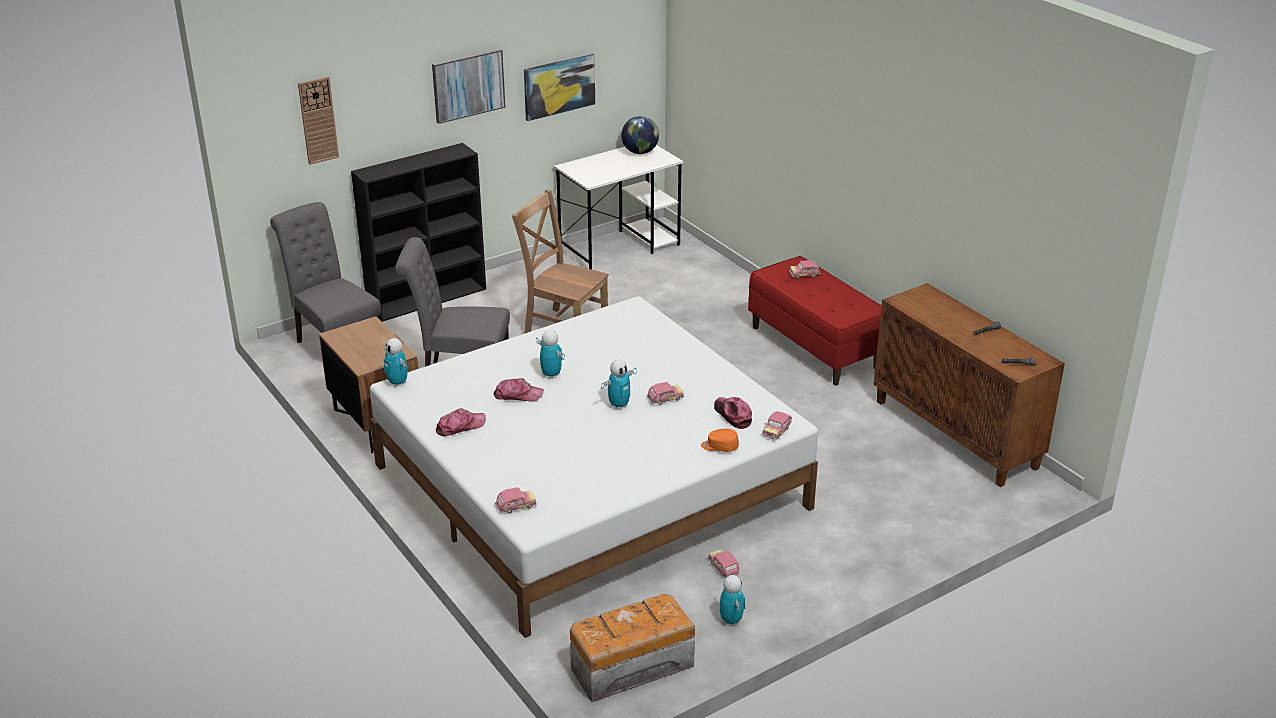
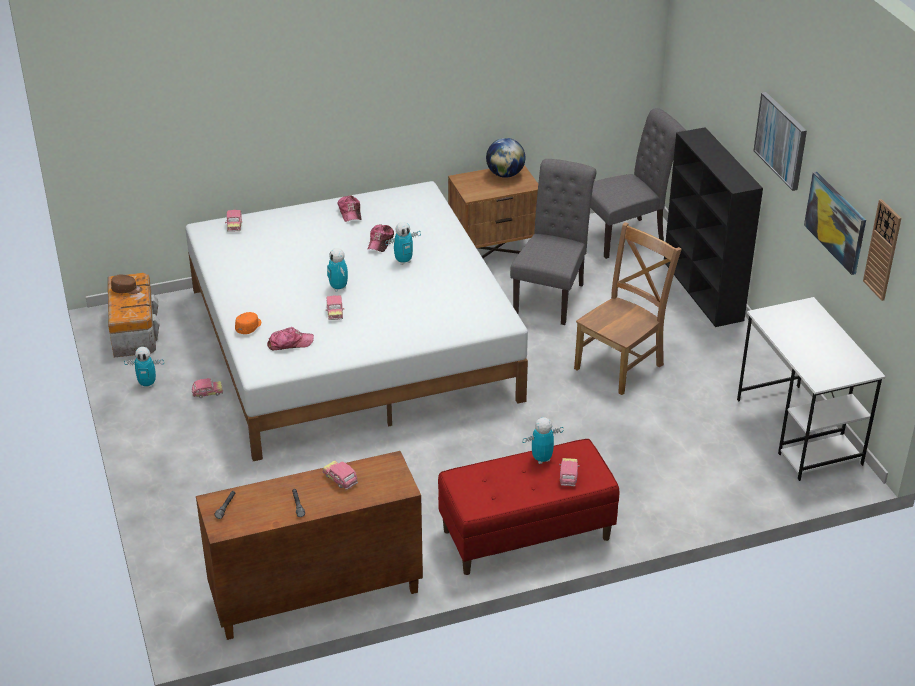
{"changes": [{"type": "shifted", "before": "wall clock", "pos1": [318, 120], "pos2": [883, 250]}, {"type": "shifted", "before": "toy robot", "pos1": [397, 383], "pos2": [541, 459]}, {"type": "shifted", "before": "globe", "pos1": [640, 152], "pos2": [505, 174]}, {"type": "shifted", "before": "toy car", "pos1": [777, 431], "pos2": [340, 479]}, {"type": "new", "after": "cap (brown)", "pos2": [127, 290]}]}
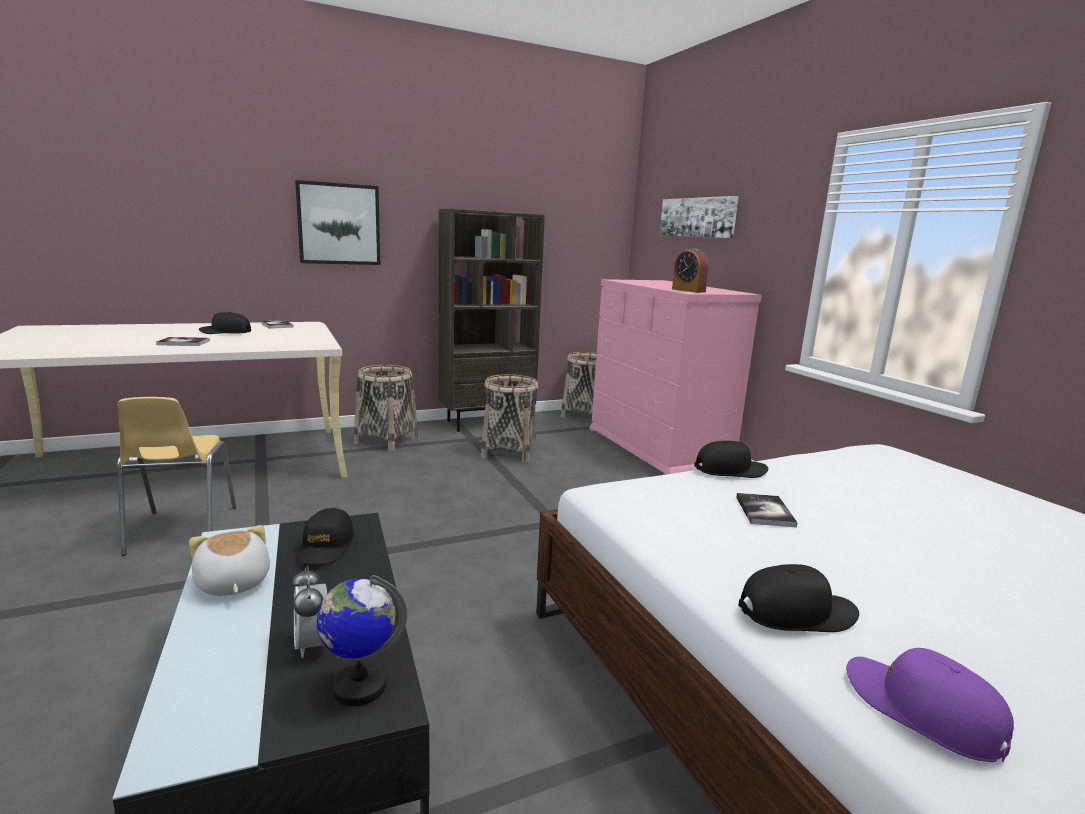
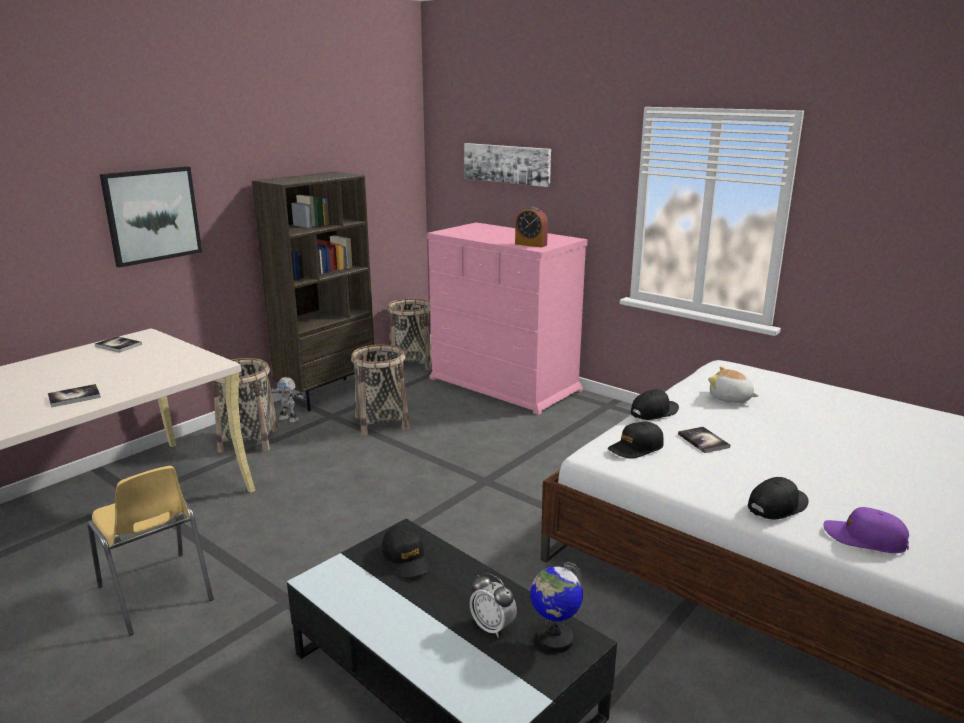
{"changes": [{"type": "shifted", "before": "plush toy", "pos1": [232, 583], "pos2": [730, 398]}, {"type": "shifted", "before": "cap (black)", "pos1": [225, 332], "pos2": [636, 448]}, {"type": "new", "after": "toy robot", "pos2": [289, 419]}]}
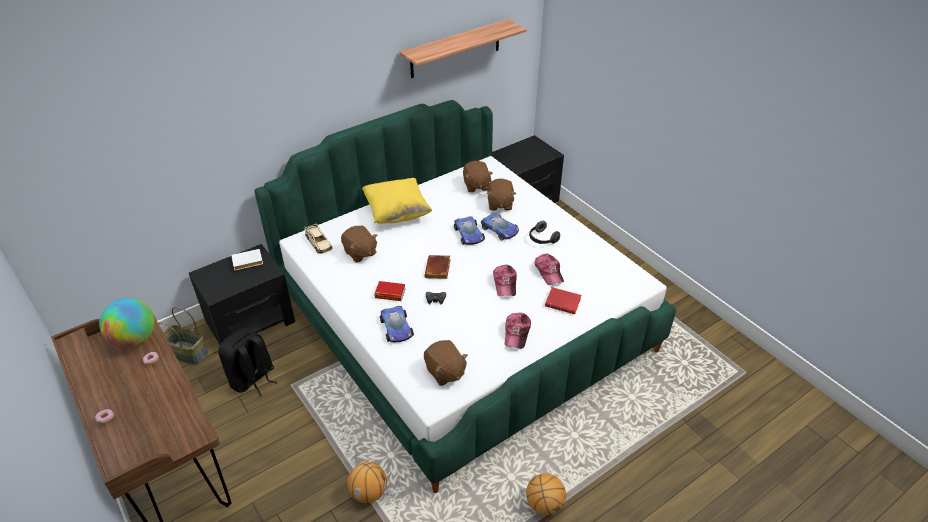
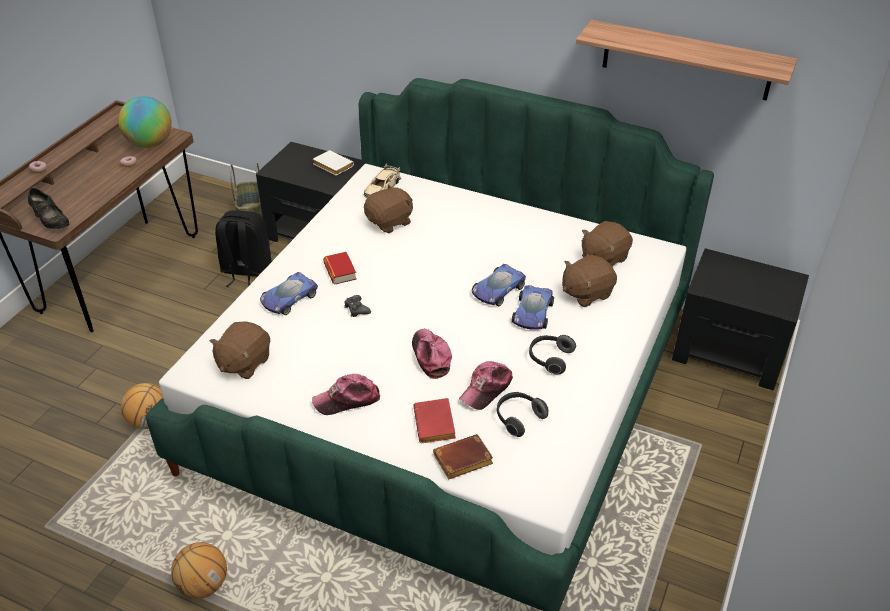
{"changes": [{"type": "rotated", "before": "plush toy (brown)", "pos1": [360, 253], "pos2": [390, 222], "turn": -150}, {"type": "gone", "before": "pillow (yellow)", "pos1": [397, 213]}, {"type": "shifted", "before": "book (brown)", "pos1": [438, 270], "pos2": [462, 461]}, {"type": "rotated", "before": "cap", "pos1": [505, 283], "pos2": [430, 356], "turn": 105}, {"type": "new", "after": "shoe (black)", "pos2": [51, 222]}, {"type": "new", "after": "headphones", "pos2": [518, 418]}]}
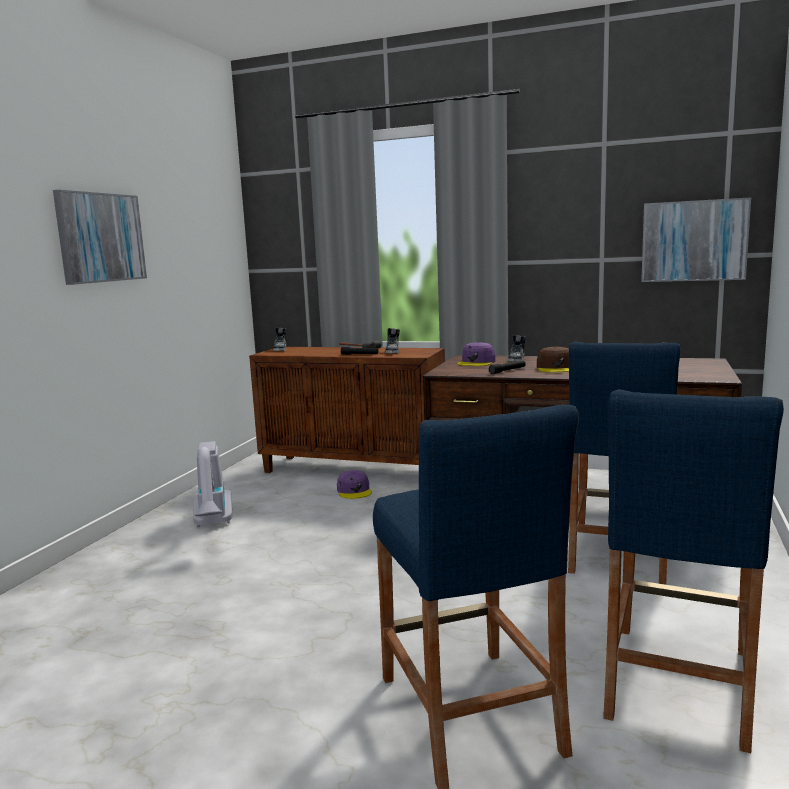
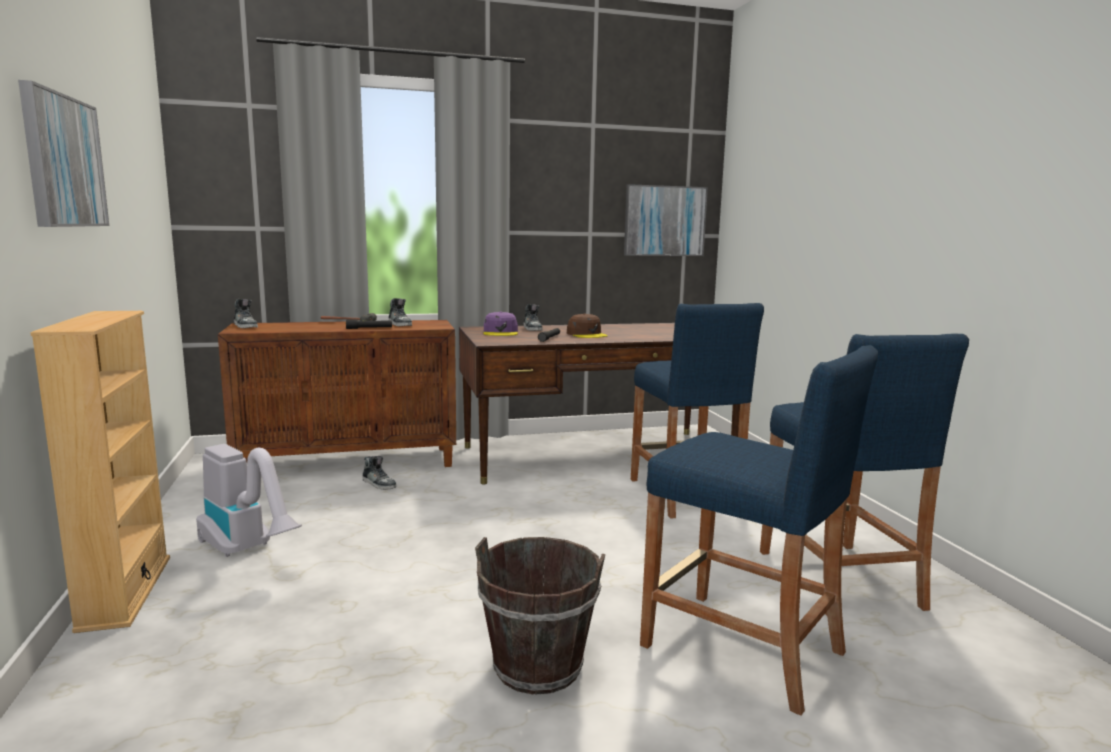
{"changes": [{"type": "swapped", "before": "cap (purple)", "after": "shoe", "pos1": [354, 491], "pos2": [379, 484]}, {"type": "new", "after": "bookcase (beige)", "pos2": [125, 592]}, {"type": "new", "after": "bucket (brown)", "pos2": [537, 667]}]}
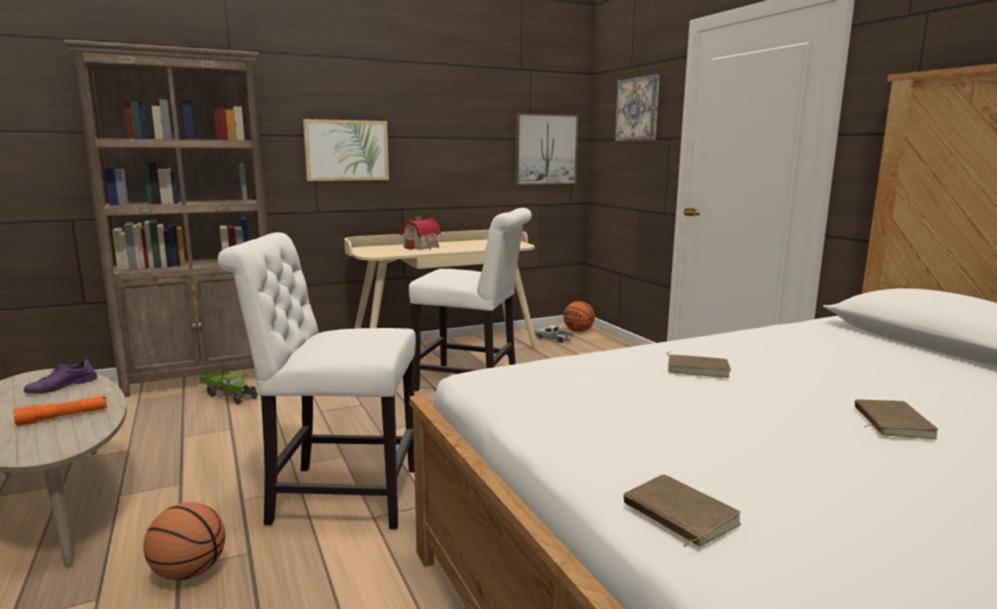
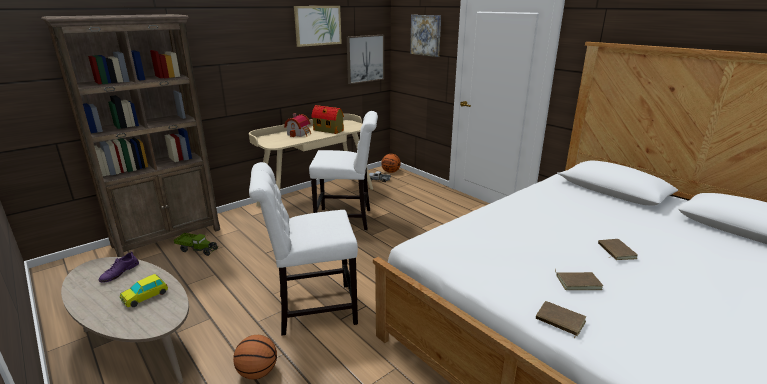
{"changes": [{"type": "swapped", "before": "flashlight (orange)", "after": "toy car", "pos1": [63, 417], "pos2": [145, 296]}, {"type": "shifted", "before": "picture", "pos1": [346, 150], "pos2": [318, 25]}, {"type": "shifted", "before": "book (brown)", "pos1": [698, 369], "pos2": [578, 282]}, {"type": "new", "after": "toy house", "pos2": [329, 130]}]}
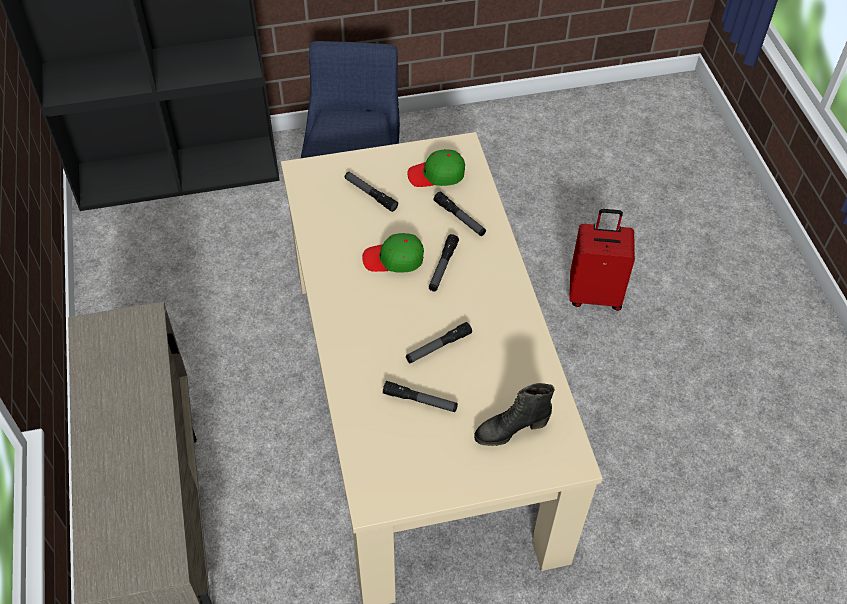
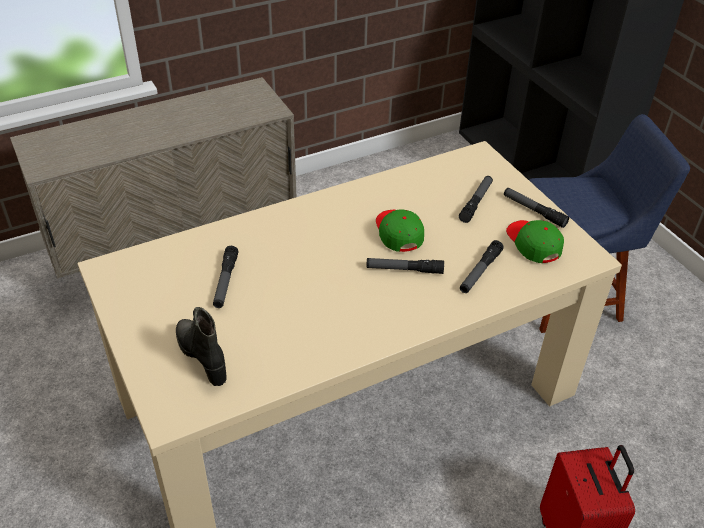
{"changes": [{"type": "shifted", "before": "flashlight", "pos1": [438, 347], "pos2": [534, 211]}]}
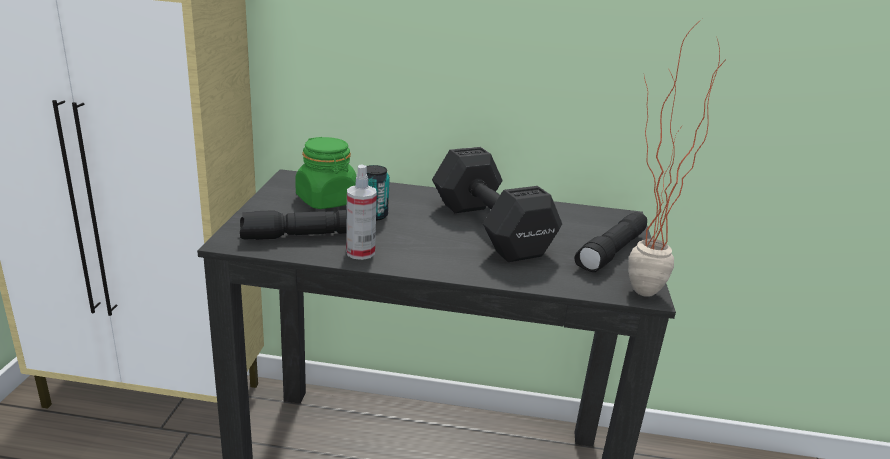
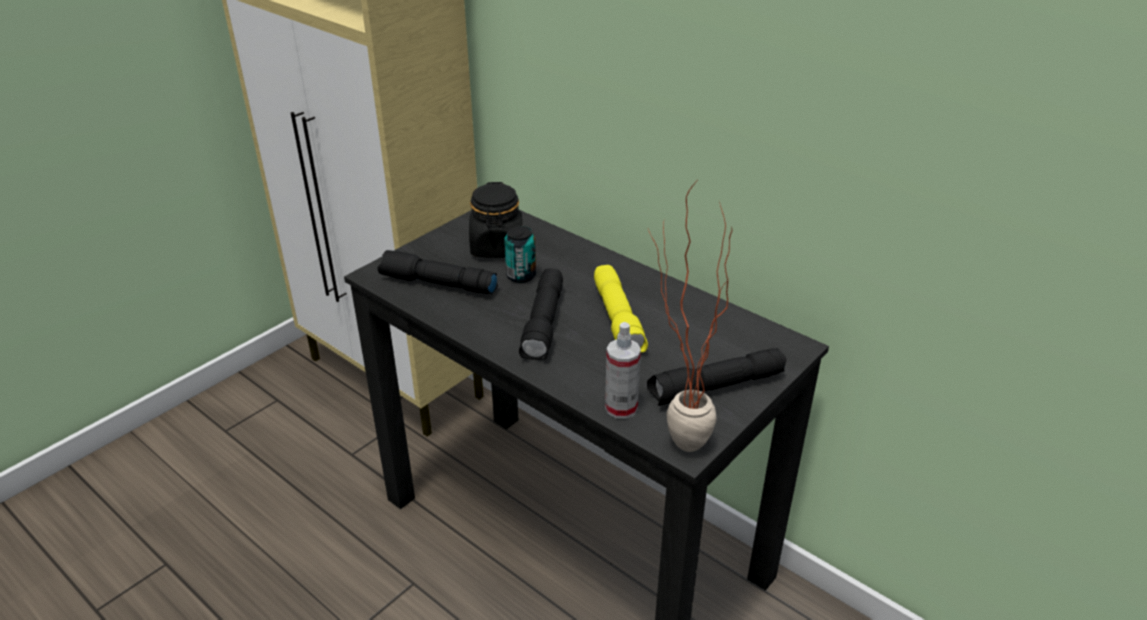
{"changes": [{"type": "repainted", "before": "jar (green)", "after": "jar (black)", "pos1": [327, 200], "pos2": [497, 247]}, {"type": "shifted", "before": "spray bottle", "pos1": [360, 252], "pos2": [621, 408]}, {"type": "swapped", "before": "dumbbell (black)", "after": "flashlight (yellow)", "pos1": [489, 227], "pos2": [619, 320]}, {"type": "new", "after": "flashlight (black)", "pos2": [544, 324]}]}
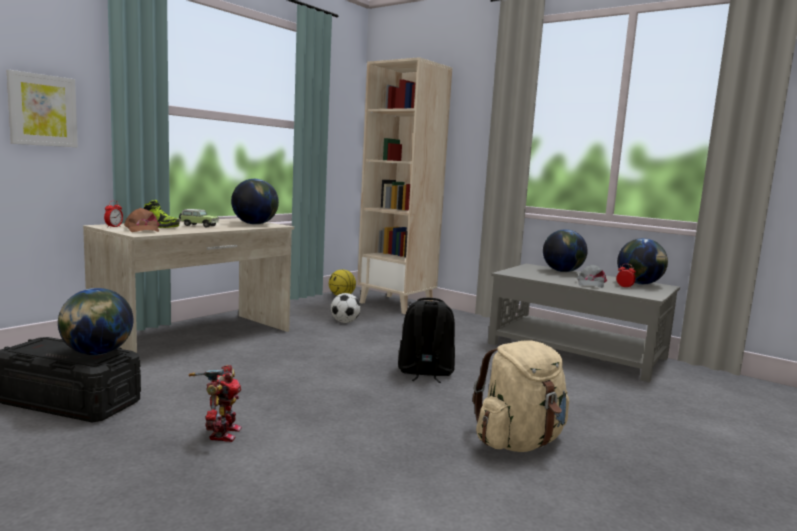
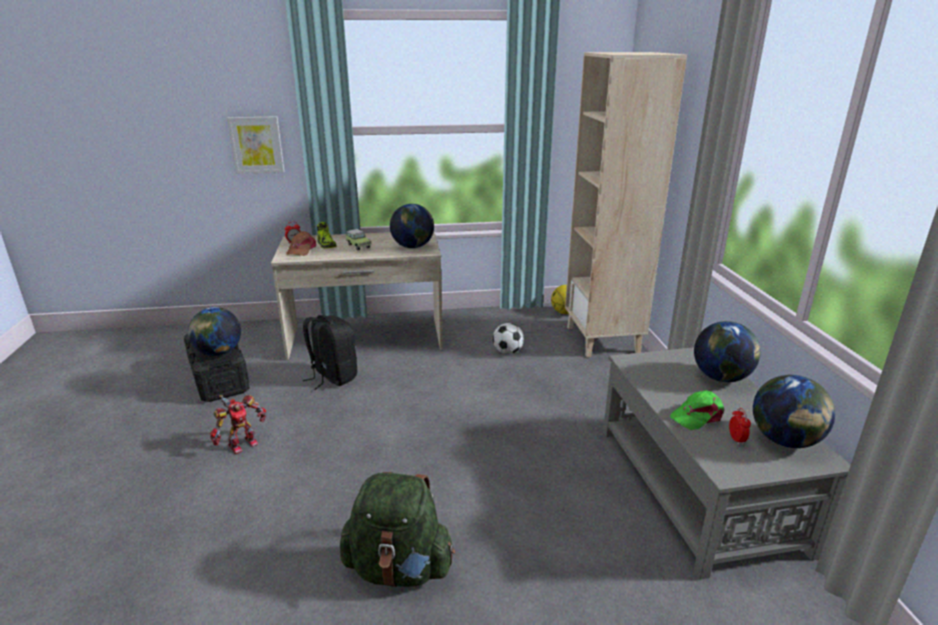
{"changes": [{"type": "shifted", "before": "backpack (black)", "pos1": [425, 373], "pos2": [332, 377]}, {"type": "repainted", "before": "backpack (beige)", "after": "backpack (green)", "pos1": [519, 442], "pos2": [399, 568]}, {"type": "repainted", "before": "cap (grey)", "after": "cap (green)", "pos1": [590, 283], "pos2": [697, 416]}]}
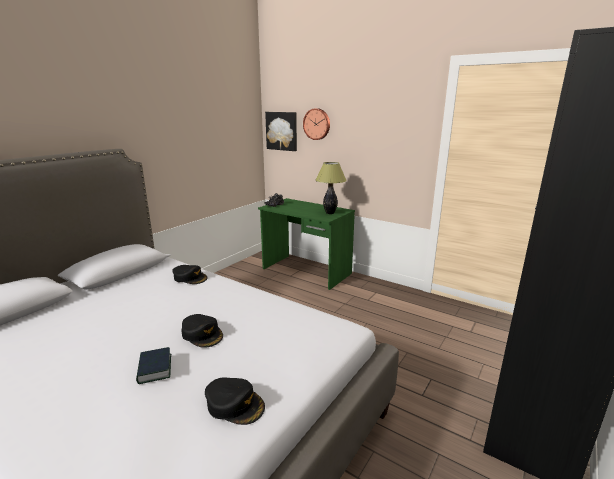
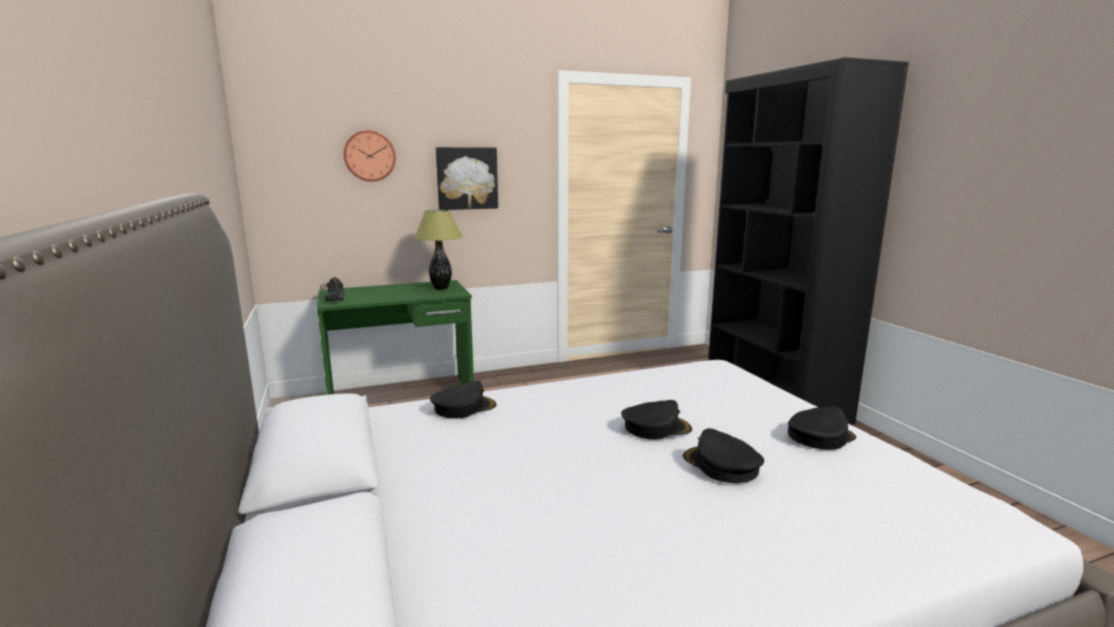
{"changes": [{"type": "swapped", "before": "book", "after": "cap (black)", "pos1": [155, 369], "pos2": [721, 465]}, {"type": "shifted", "before": "picture", "pos1": [282, 131], "pos2": [467, 178]}]}
